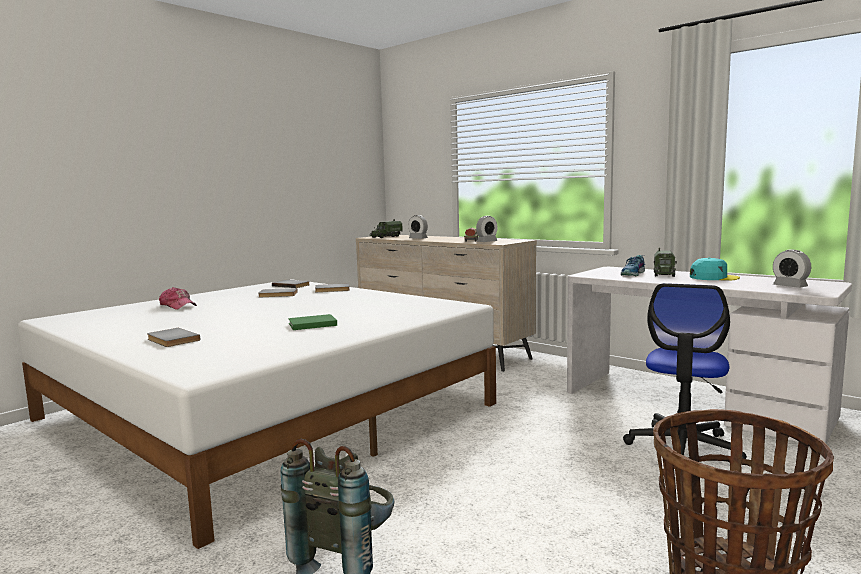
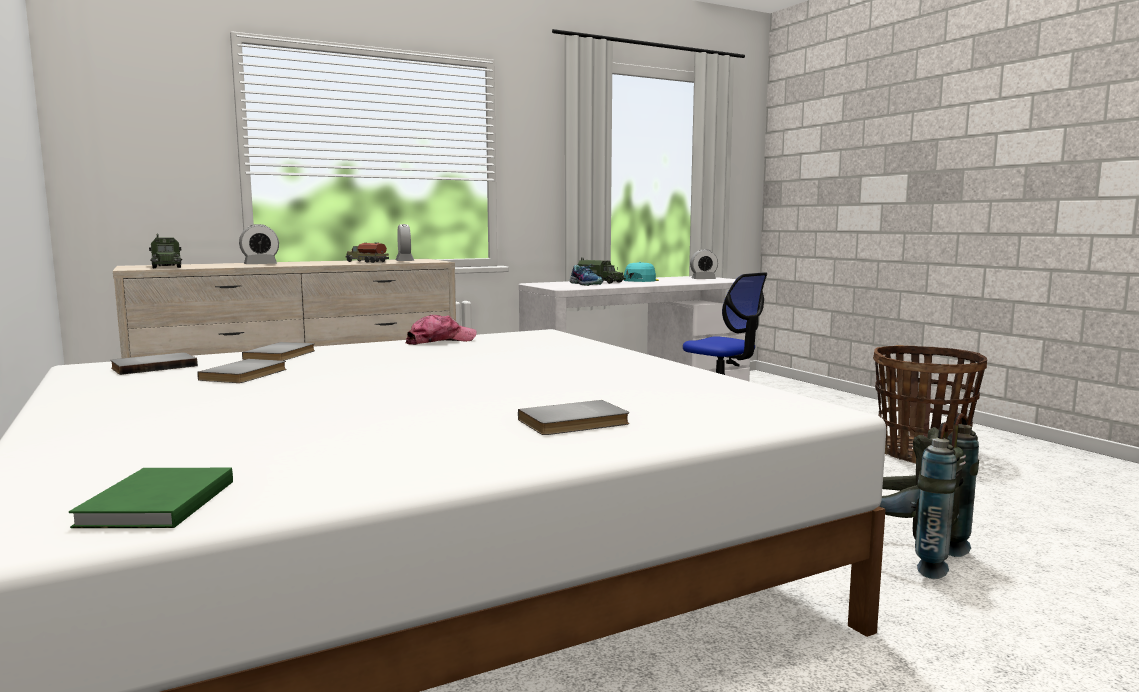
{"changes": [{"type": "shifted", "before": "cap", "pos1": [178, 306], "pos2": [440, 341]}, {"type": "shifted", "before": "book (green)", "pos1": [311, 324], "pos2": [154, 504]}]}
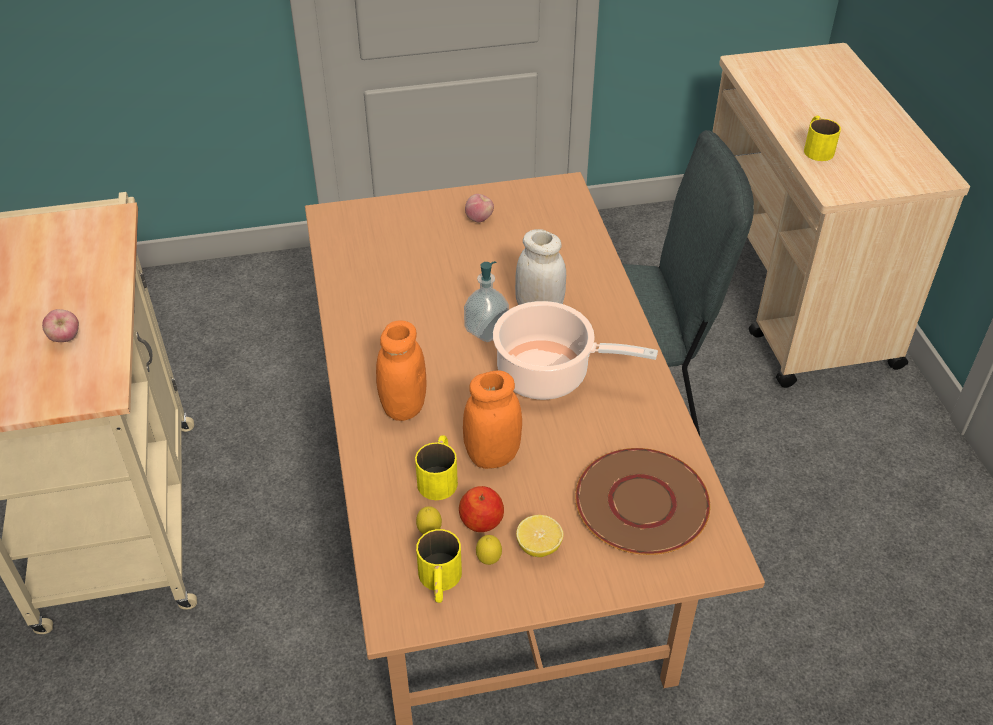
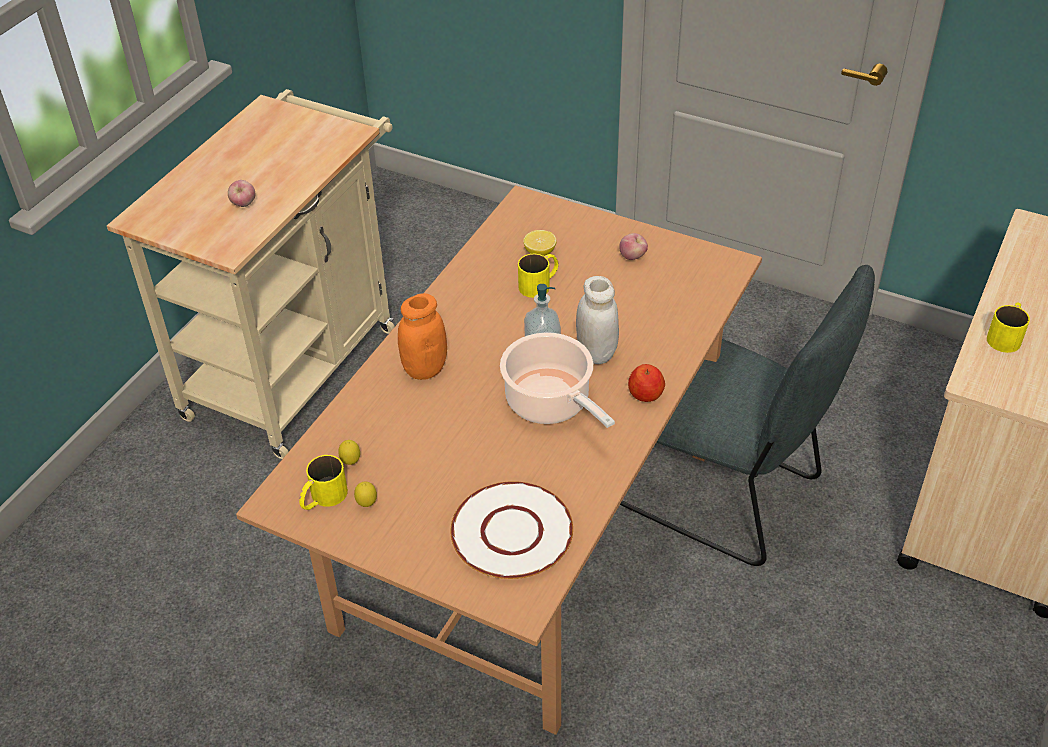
{"changes": [{"type": "shifted", "before": "mug (yellow)", "pos1": [439, 476], "pos2": [540, 283]}, {"type": "shifted", "before": "apple", "pos1": [482, 521], "pos2": [645, 394]}, {"type": "gone", "before": "jar (orange)", "pos1": [492, 456]}, {"type": "shifted", "before": "lemon", "pos1": [539, 546], "pos2": [540, 252]}, {"type": "repainted", "before": "plate (brown)", "after": "plate (white)", "pos1": [641, 502], "pos2": [512, 531]}]}
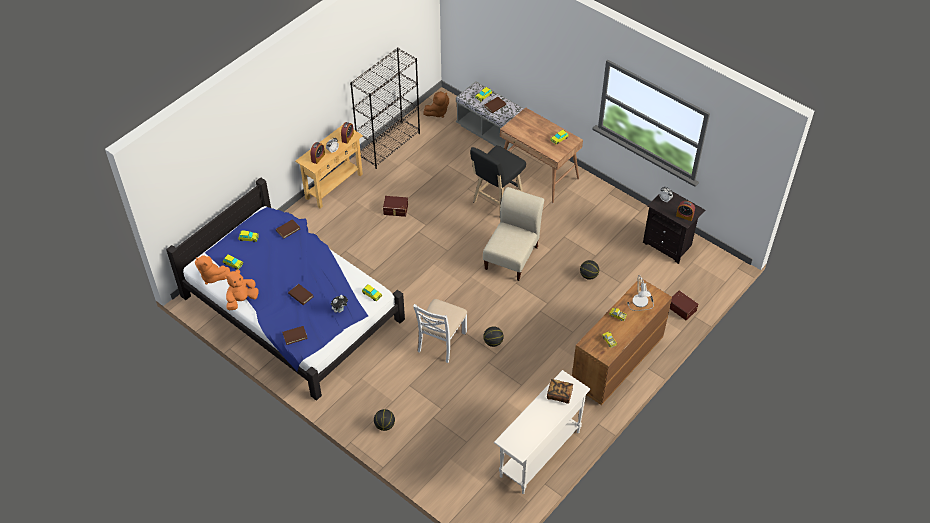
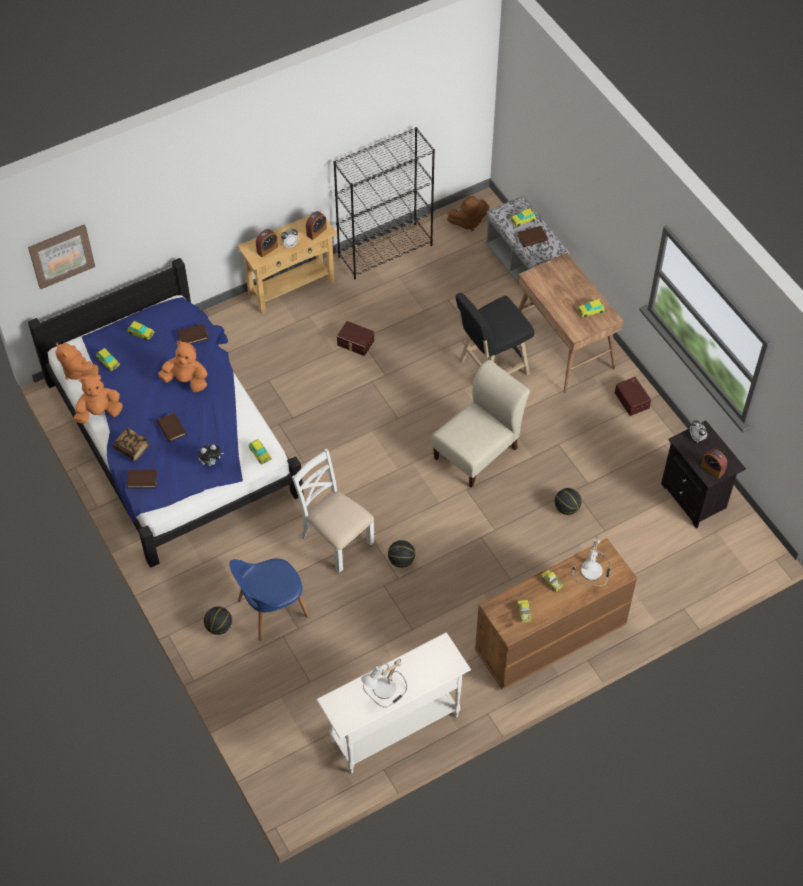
{"changes": [{"type": "rotated", "before": "chair (white)", "pos1": [441, 341], "pos2": [336, 539], "turn": 90}, {"type": "shifted", "before": "book", "pos1": [559, 394], "pos2": [132, 449]}, {"type": "shifted", "before": "storage box (brown)", "pos1": [682, 308], "pos2": [632, 400]}, {"type": "new", "after": "picture", "pos2": [61, 255]}, {"type": "new", "after": "plush toy (orange)", "pos2": [186, 381]}, {"type": "new", "after": "chair (blue)", "pos2": [271, 610]}, {"type": "new", "after": "table lamp", "pos2": [385, 691]}]}
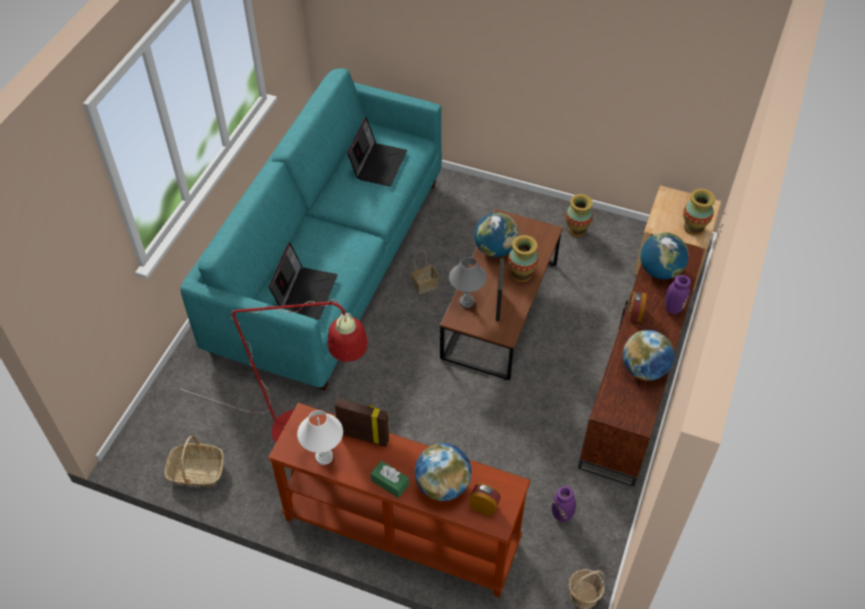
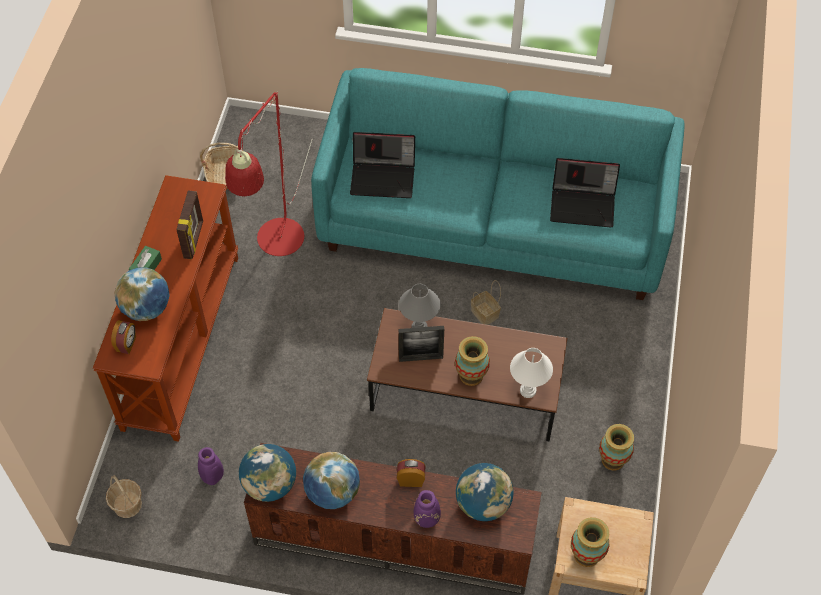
{"changes": [{"type": "shifted", "before": "table lamp (white)", "pos1": [324, 456], "pos2": [528, 390]}, {"type": "shifted", "before": "globe", "pos1": [495, 249], "pos2": [270, 485]}]}
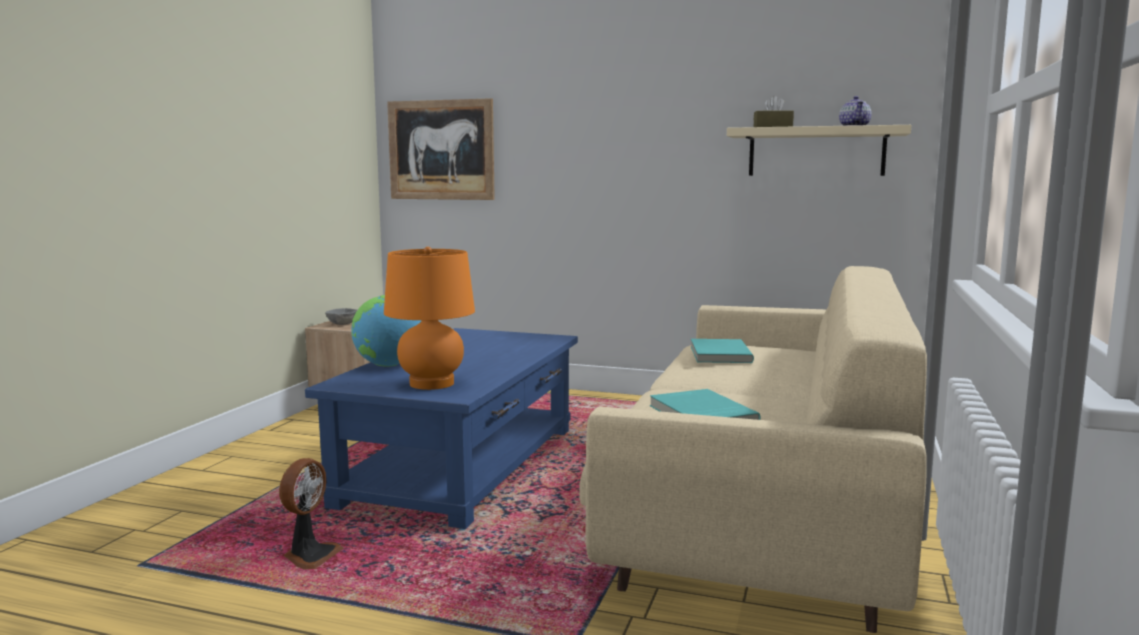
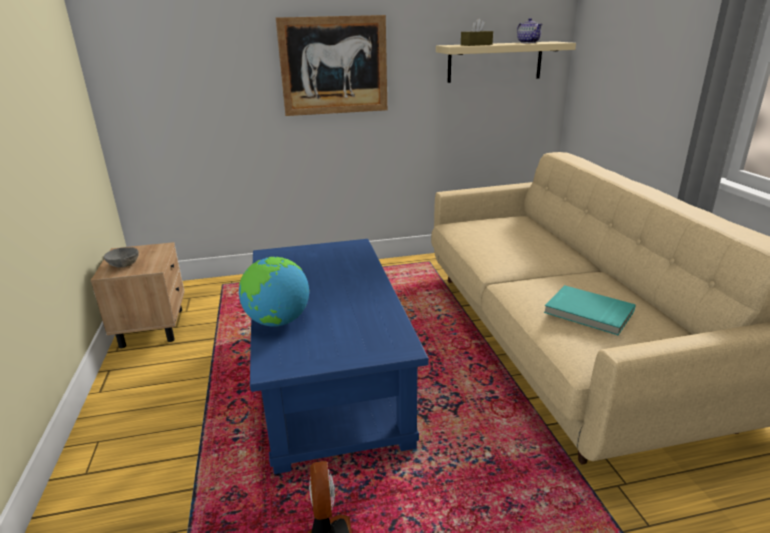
{"changes": [{"type": "gone", "before": "table lamp (orange)", "pos1": [431, 383]}, {"type": "shifted", "before": "picture", "pos1": [441, 150], "pos2": [334, 66]}, {"type": "gone", "before": "book (turquoise)", "pos1": [718, 354]}]}
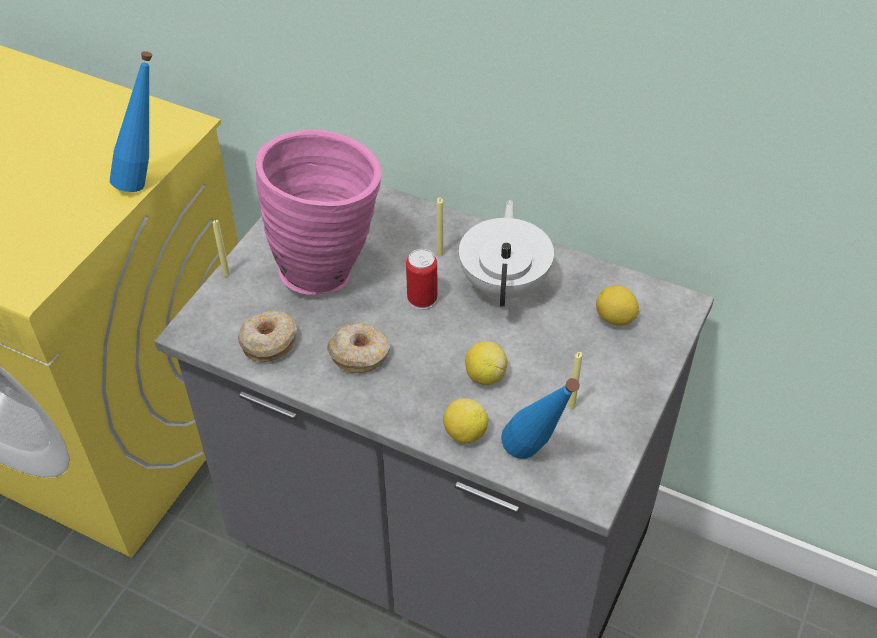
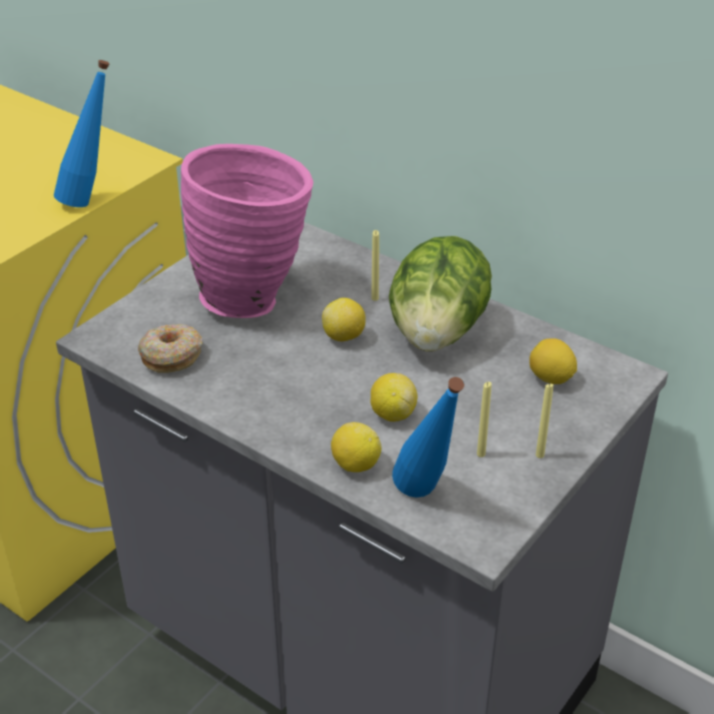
{"changes": [{"type": "shifted", "before": "candle (yellow)", "pos1": [226, 274], "pos2": [539, 455]}, {"type": "gone", "before": "donut", "pos1": [360, 354]}, {"type": "swapped", "before": "can", "after": "lemon", "pos1": [422, 299], "pos2": [344, 337]}, {"type": "swapped", "before": "teapot (white)", "after": "lettuce", "pos1": [505, 283], "pos2": [437, 333]}]}
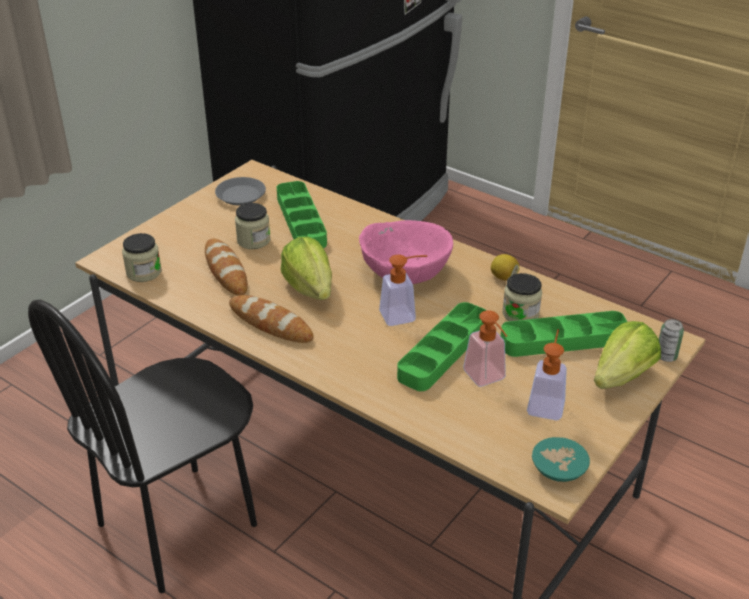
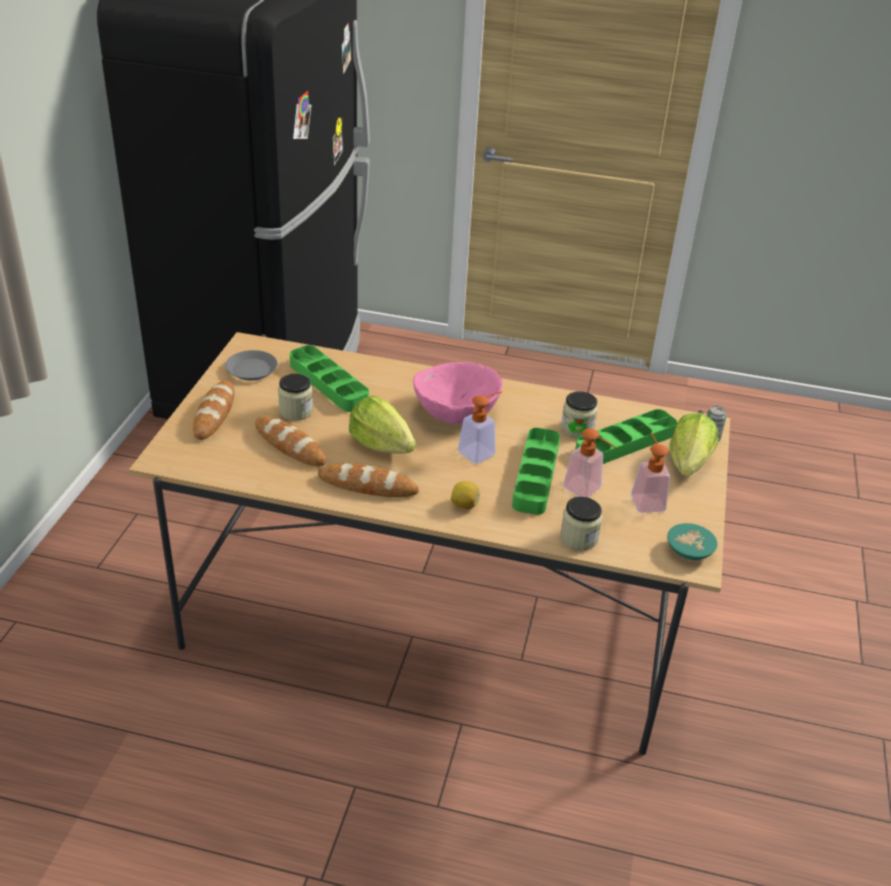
{"changes": [{"type": "gone", "before": "chair (black)", "pos1": [178, 525]}, {"type": "shifted", "before": "jar", "pos1": [144, 272], "pos2": [579, 538]}, {"type": "shifted", "before": "lemon", "pos1": [503, 277], "pos2": [464, 505]}, {"type": "new", "after": "bread", "pos2": [214, 413]}]}
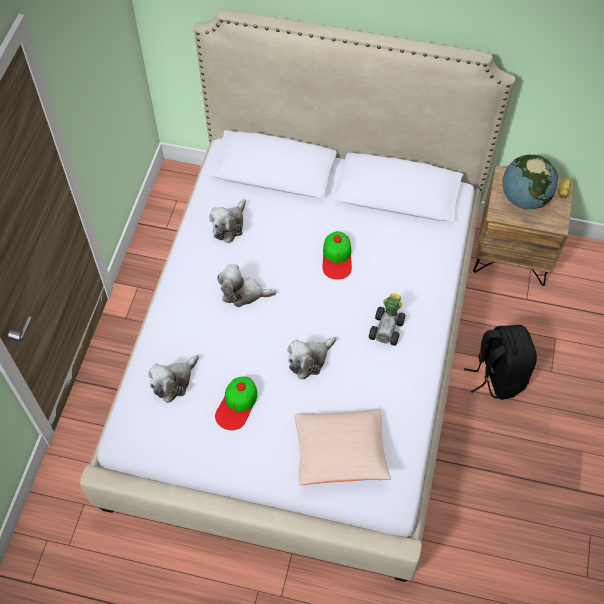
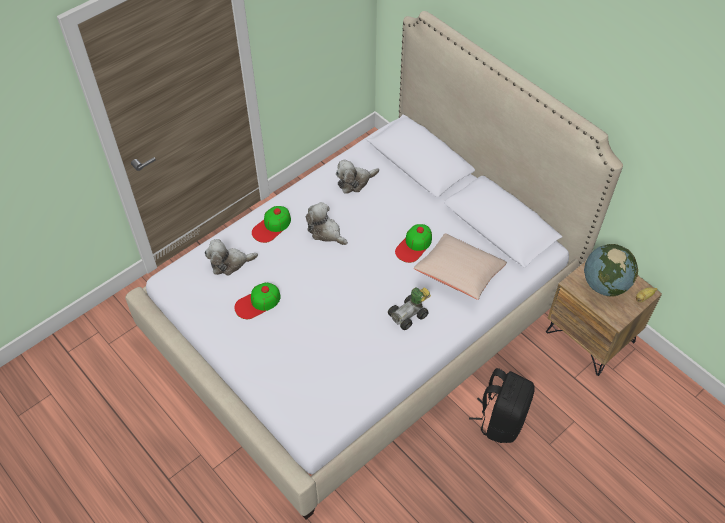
{"changes": [{"type": "gone", "before": "plush toy", "pos1": [309, 360]}, {"type": "shifted", "before": "pillow (beige)", "pos1": [340, 452], "pos2": [459, 274]}, {"type": "new", "after": "cap", "pos2": [272, 226]}]}
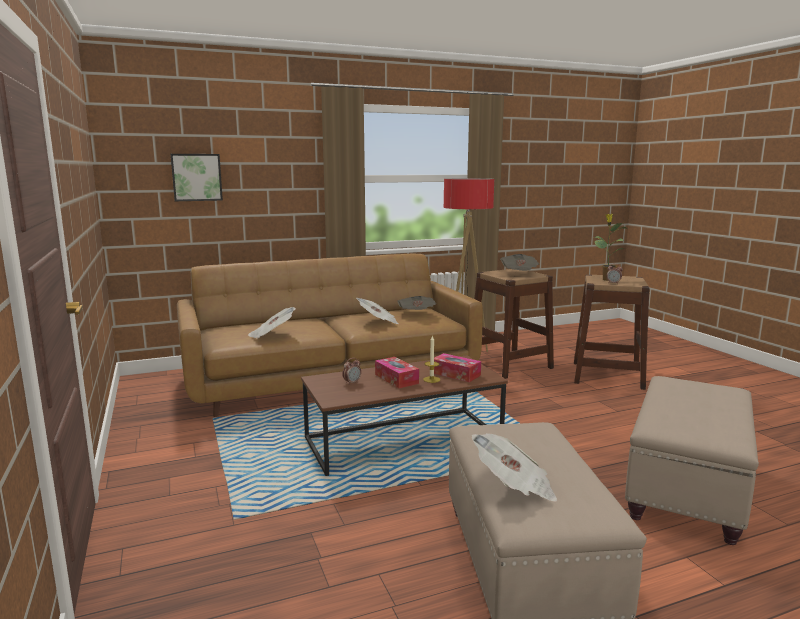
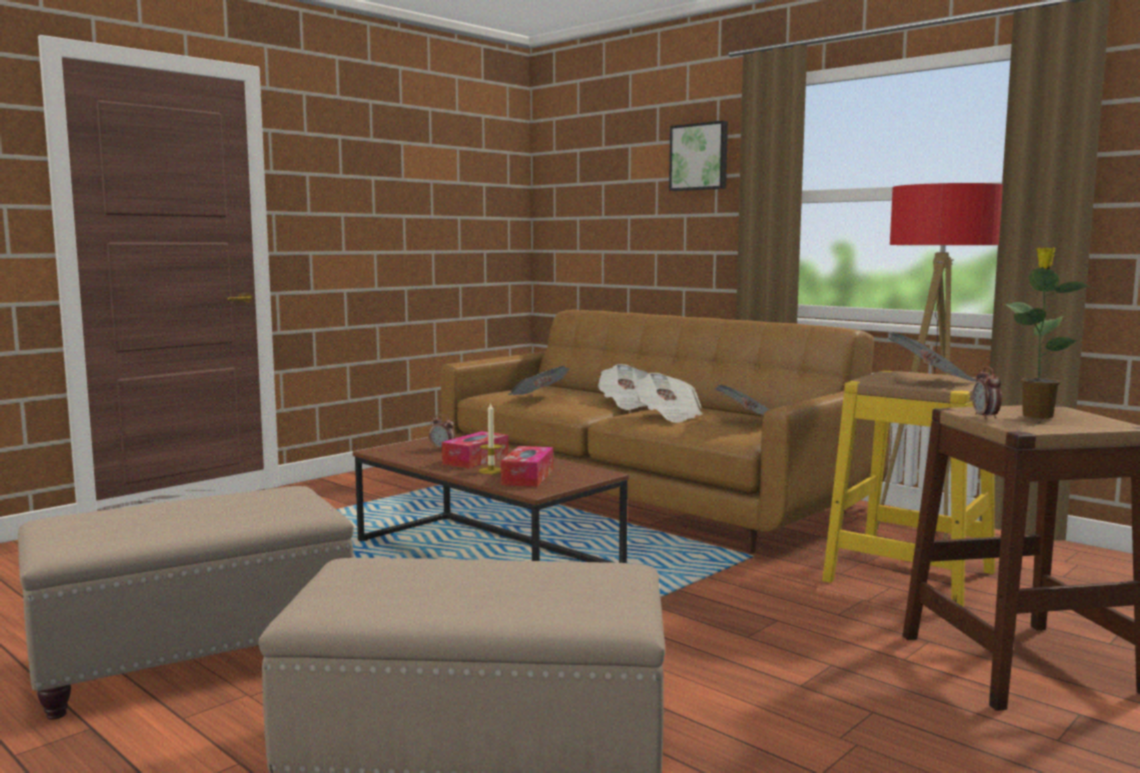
{"changes": [{"type": "shifted", "before": "picture", "pos1": [196, 177], "pos2": [700, 157]}, {"type": "shifted", "before": "newspaper", "pos1": [514, 487], "pos2": [627, 404]}, {"type": "repainted", "before": "stool (brown)", "after": "stool (yellow)", "pos1": [509, 364], "pos2": [909, 576]}]}
